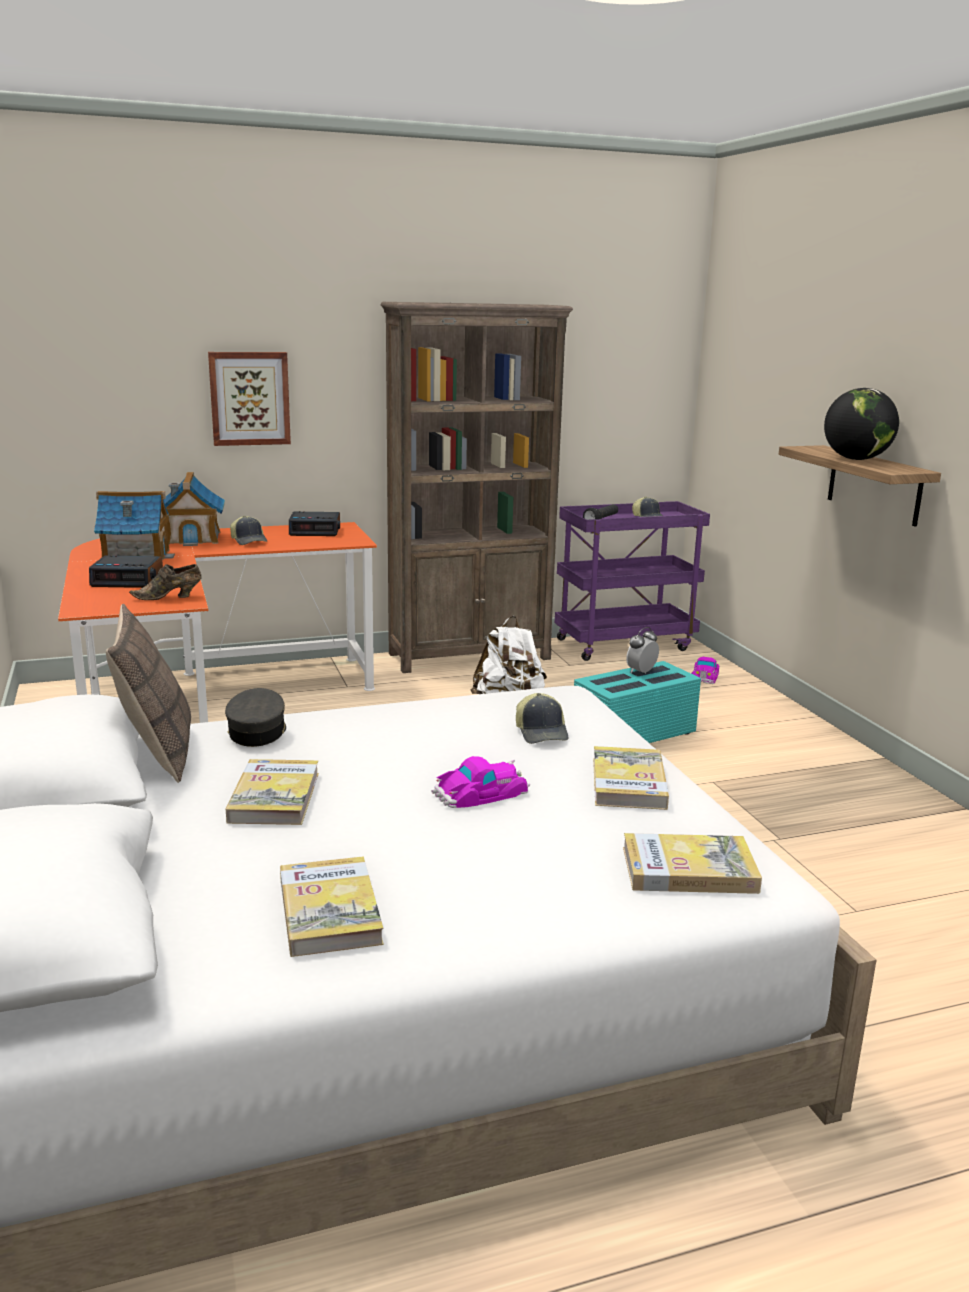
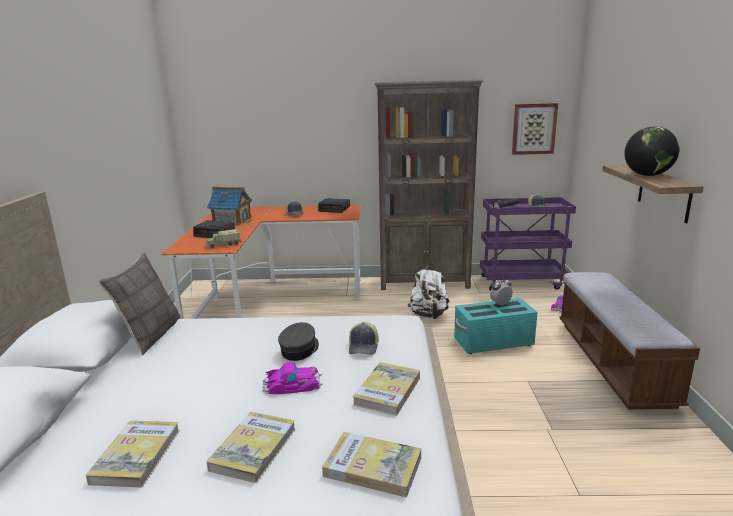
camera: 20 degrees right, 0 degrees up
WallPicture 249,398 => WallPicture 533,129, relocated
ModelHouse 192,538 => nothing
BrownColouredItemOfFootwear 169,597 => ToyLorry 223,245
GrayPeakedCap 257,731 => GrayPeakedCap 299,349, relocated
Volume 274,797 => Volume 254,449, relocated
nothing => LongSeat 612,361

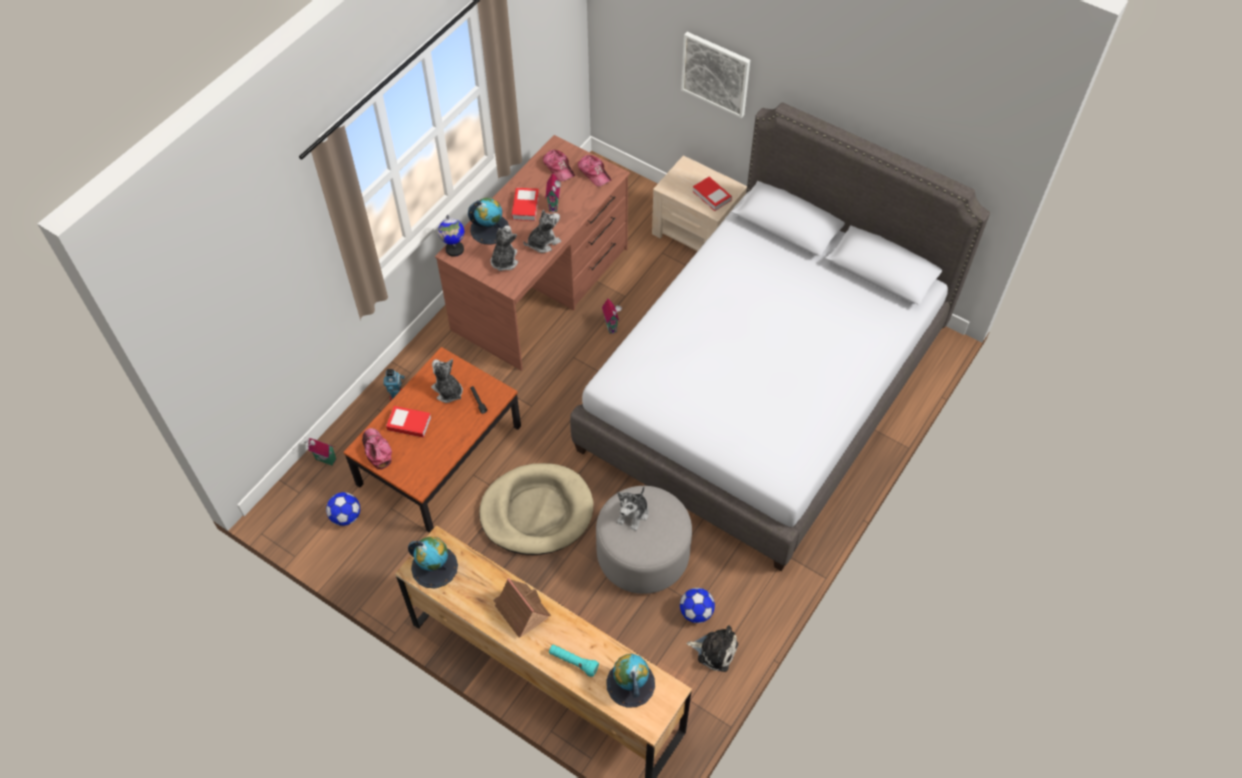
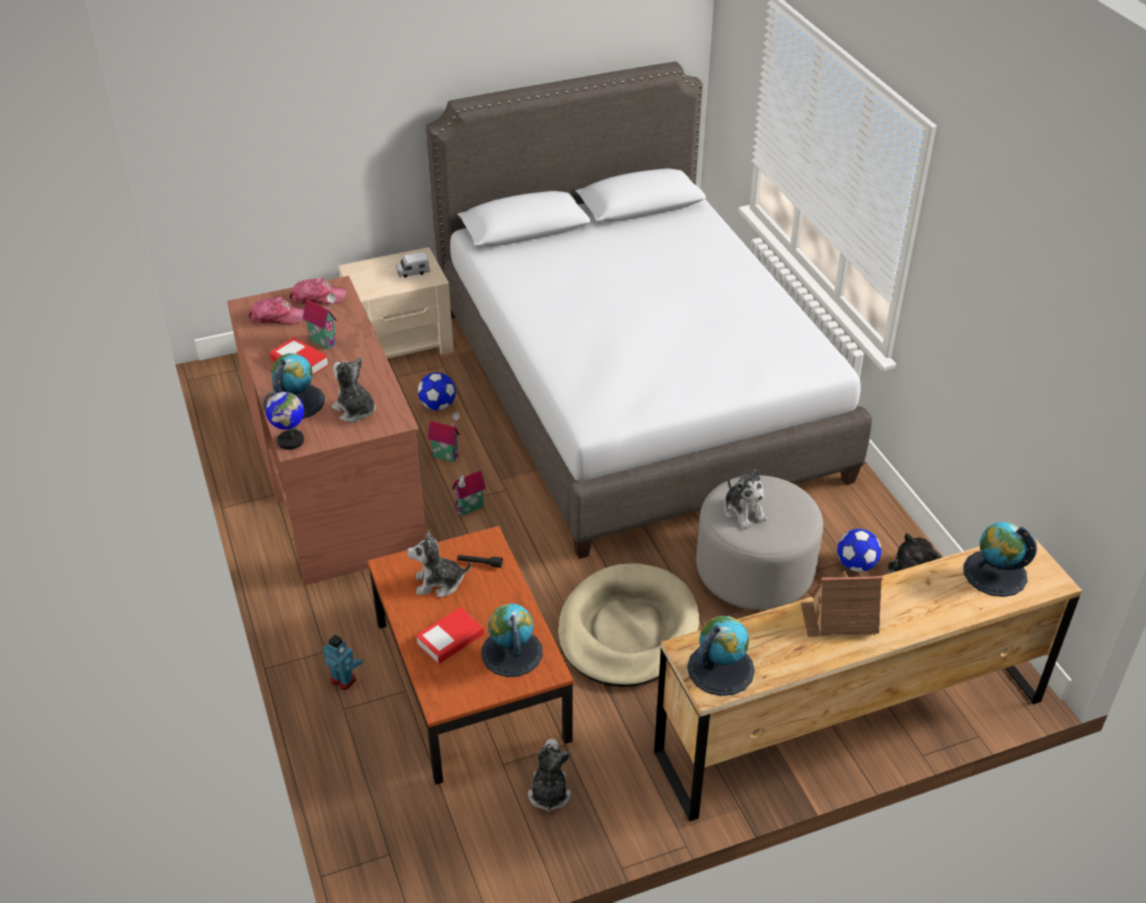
camera: 55 degrees left, 15 degrees down
WallPicture 716,73 => nothing
Volume 711,196 => ToyLorry 413,272
CuddlyToy 543,242 => CuddlyToy 549,793, relocated
PeakedCap 377,450 => nothing
ModelHouse 325,460 => ModelHouse 470,509, relocated
Football 346,516 => Football 438,405, relocated
BlueGreenFlashlight 573,662 => nothing
nothing => Globe 511,652

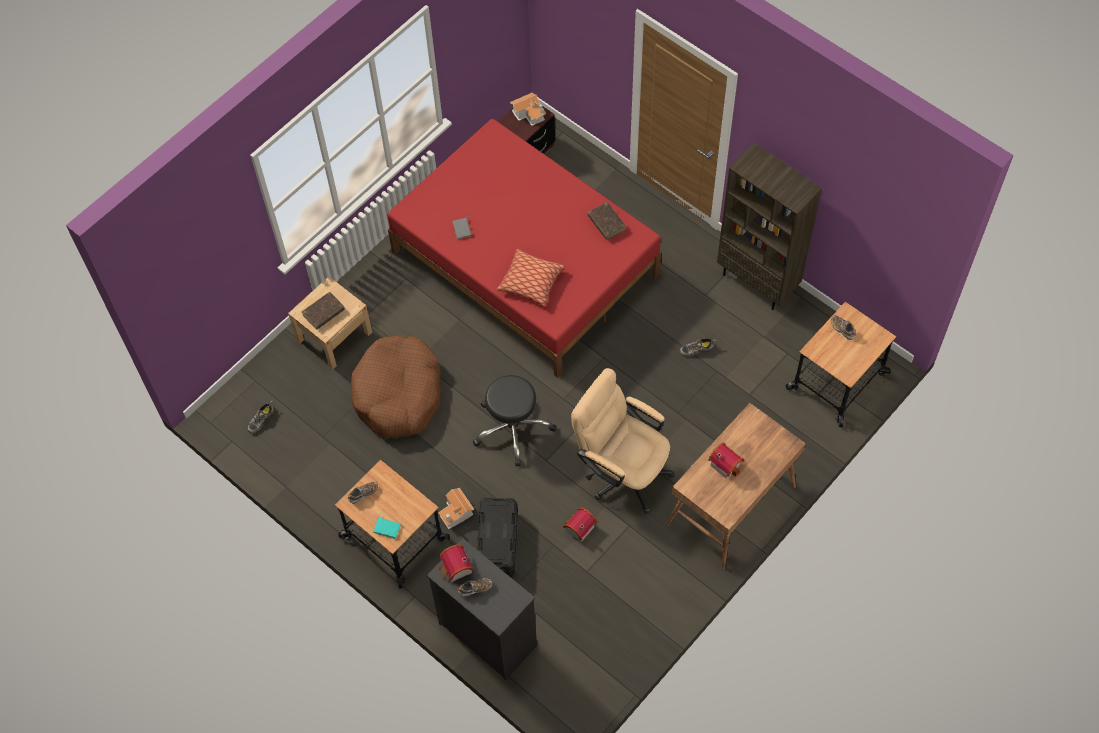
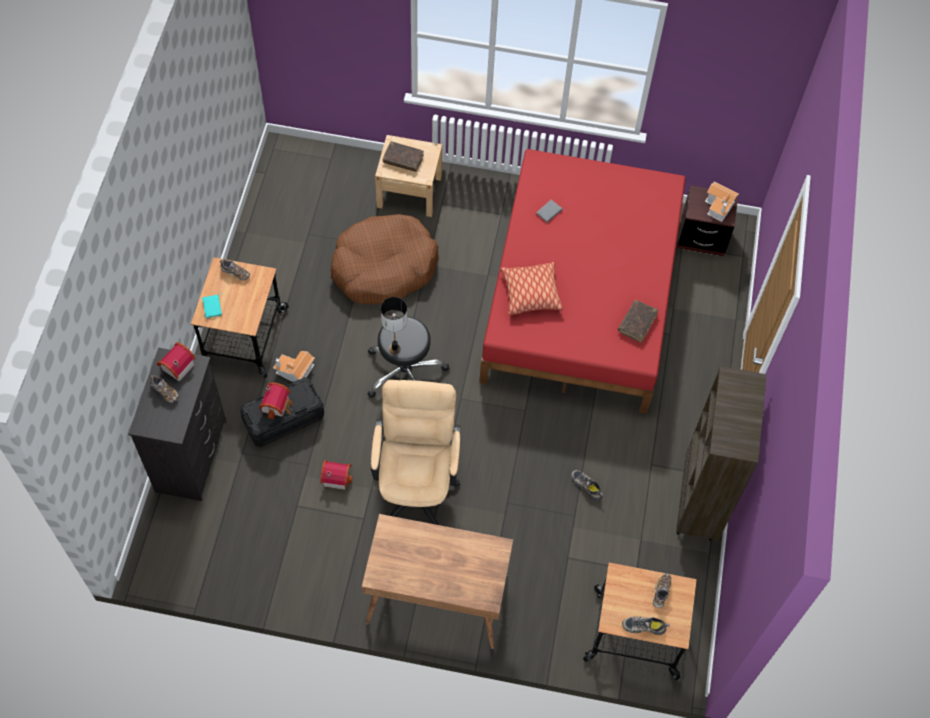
camera: 55 degrees right, 0 degrees up
ItemOfFootwear 261,419 => ItemOfFootwear 644,626, relocated
ModelHouse 726,463 => ModelHouse 277,405, relocated
nothing => TableLamp 395,349

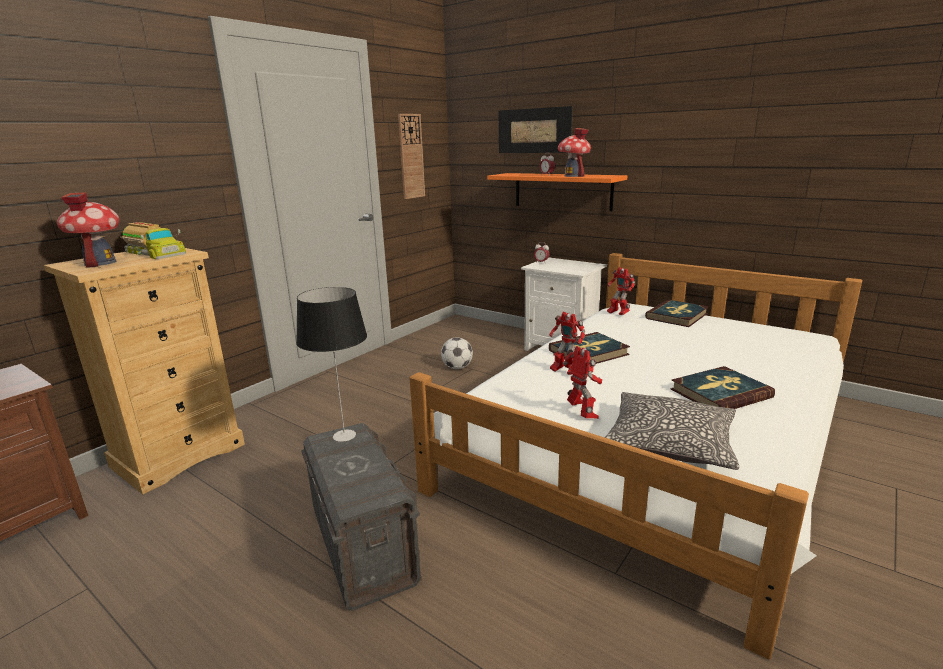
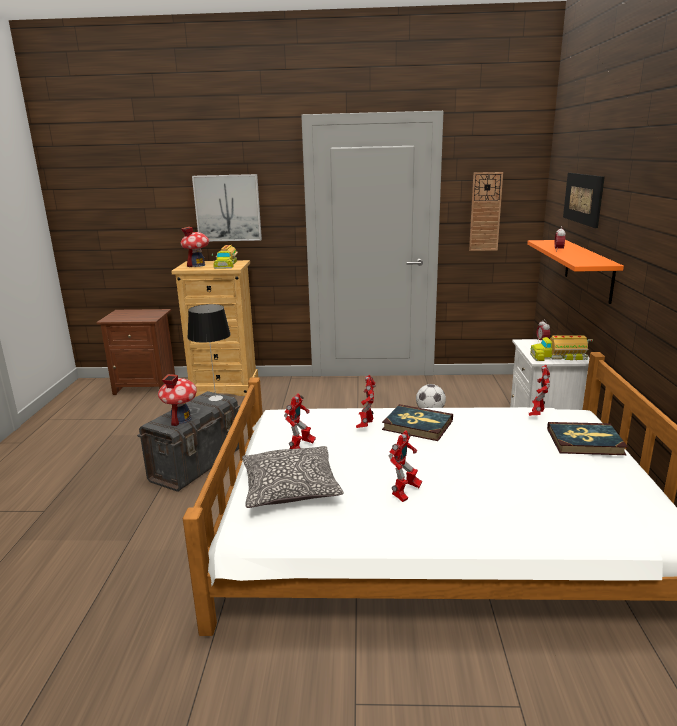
camera: 55 degrees right, 0 degrees up
ModelHouse 573,176 => ModelHouse 181,419, relocated
Volume 720,393 => ModelRobot 405,494
nothing => WallPicture 228,208
nothing => ToyLorry 558,356

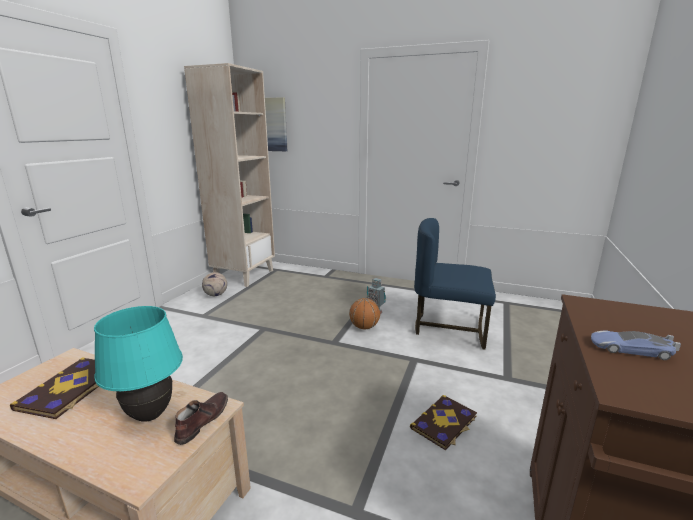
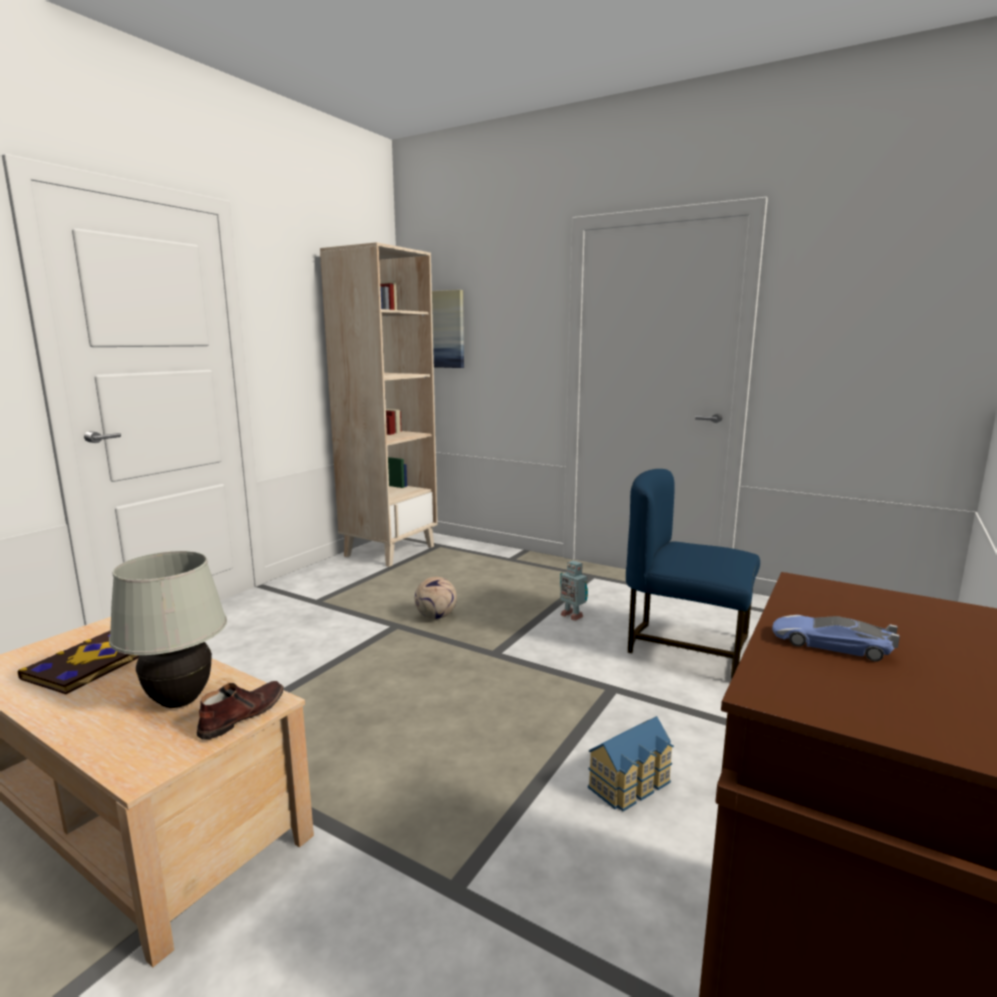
camera: 10 degrees right, 5 degrees down
Football 215,295 => Football 435,616, relocated
BasketballBall 364,327 => nothing
BlueGreenTableLamp 150,414 => WhitishTableLamp 180,701
Volume 444,423 => ModelHouse 632,784

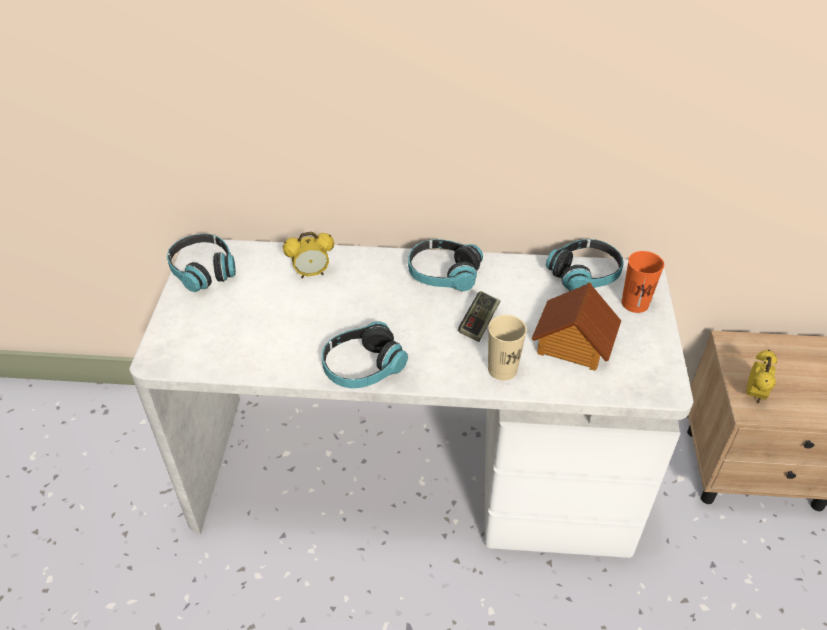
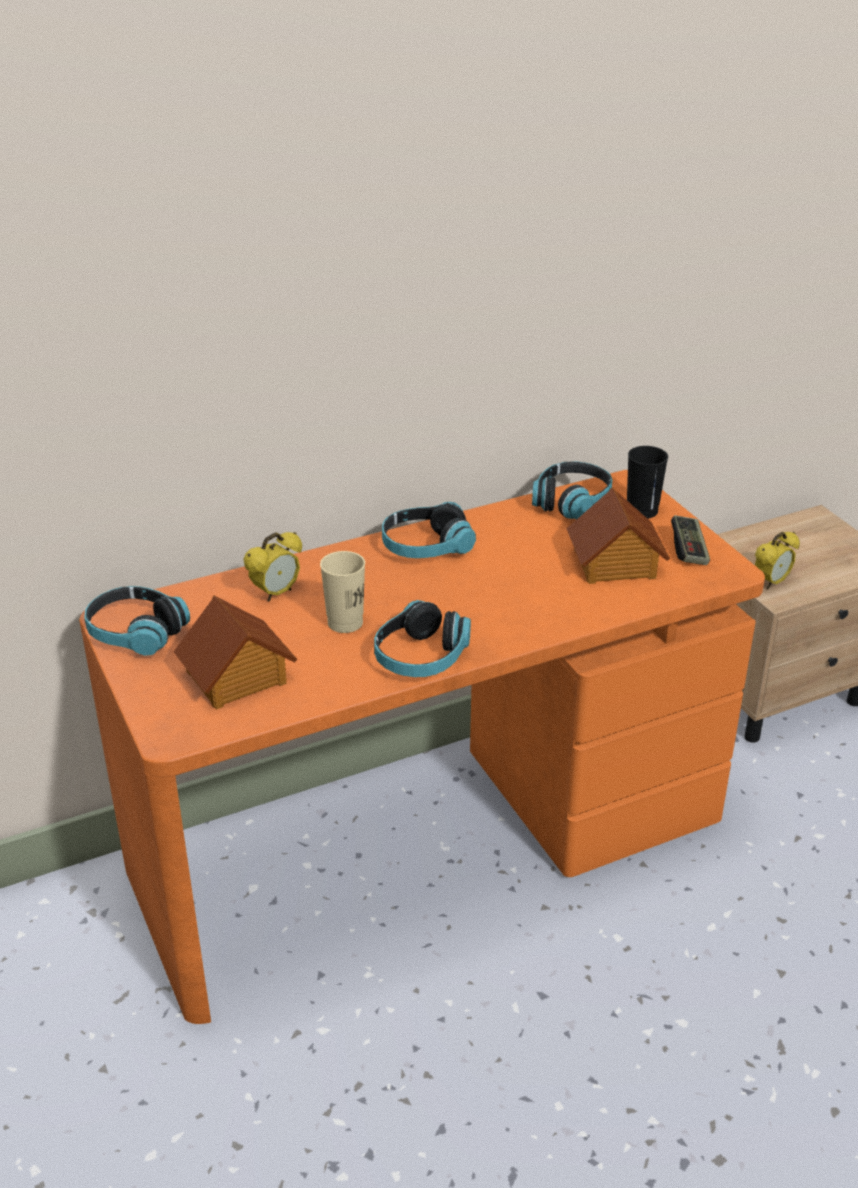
camera: 30 degrees left, 10 degrees down
WhitishDesk 413,473 => OrangeColouredDesk 428,842
OrangeColouredSmallCup 635,303 => BlackColouredSmallCup 642,511
Joypad 479,323 => Joypad 689,549, relocated
BeigeSmallCup 502,369 => BeigeSmallCup 345,623, relocated
AlarmClock 754,394 => AlarmClock 771,583, 60 degrees clockwise
nothing => ModelHouse 237,677

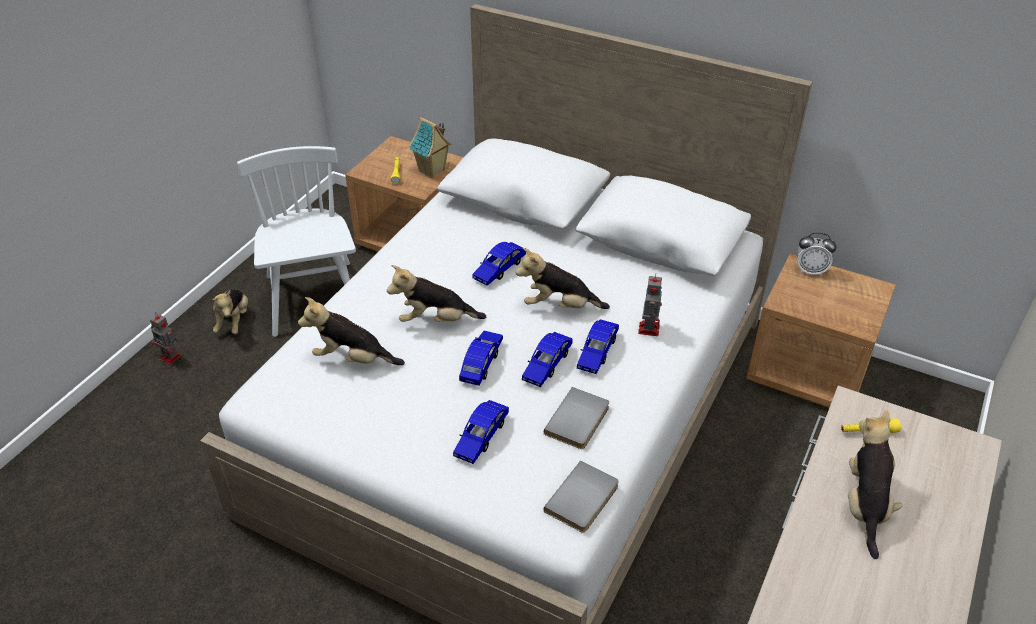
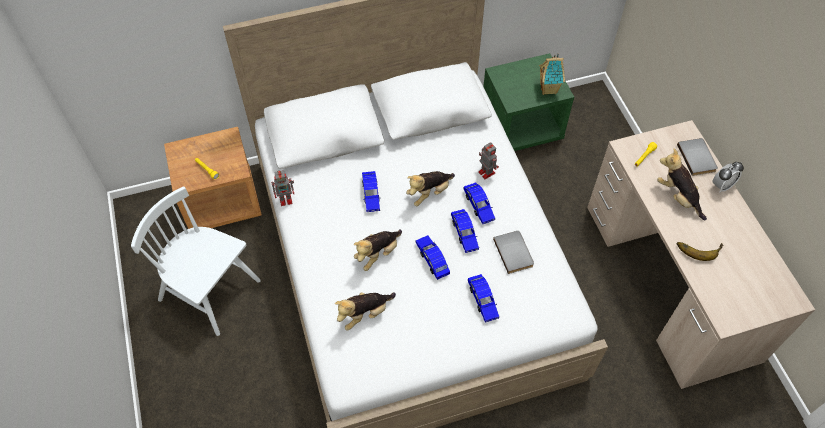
camera: 45 degrees left, 15 degrees up
ModelHouse 432,171 => ModelHouse 549,89, relocated
AlarmClock 810,271 => AlarmClock 722,186, relocated
BrownColouredNightstand 808,372 => GreenNightstand 521,127
CuddlyToy 234,321 => nothing
ModelRobot 171,357 => ModelRobot 286,199, relocated
GrayVolume 584,499 => GrayVolume 698,157, relocated
nothing => BananaFruit 698,248

